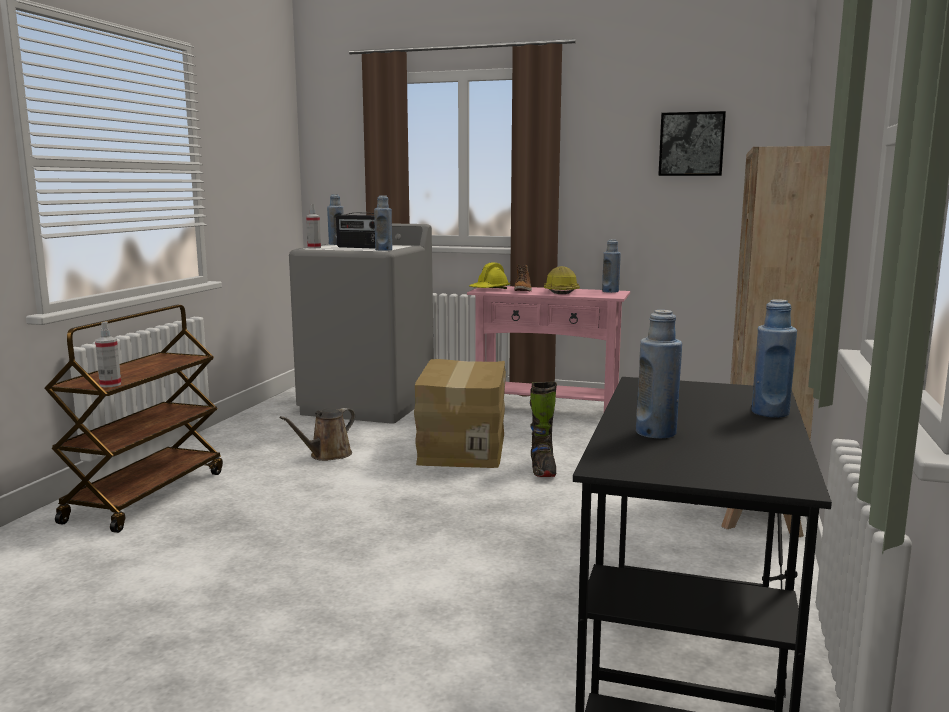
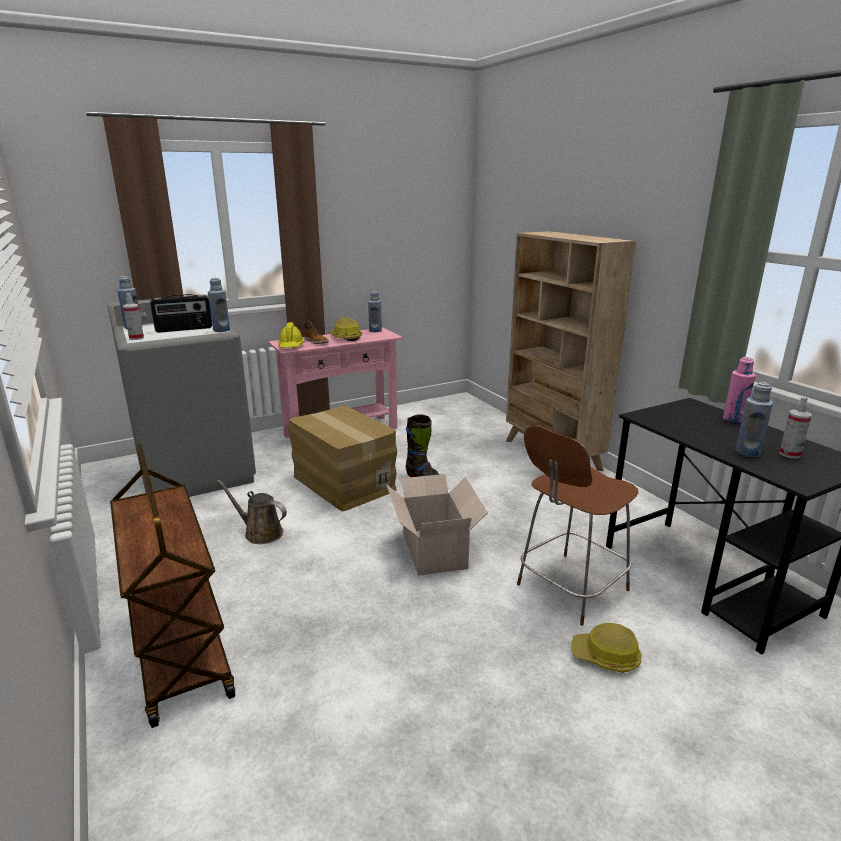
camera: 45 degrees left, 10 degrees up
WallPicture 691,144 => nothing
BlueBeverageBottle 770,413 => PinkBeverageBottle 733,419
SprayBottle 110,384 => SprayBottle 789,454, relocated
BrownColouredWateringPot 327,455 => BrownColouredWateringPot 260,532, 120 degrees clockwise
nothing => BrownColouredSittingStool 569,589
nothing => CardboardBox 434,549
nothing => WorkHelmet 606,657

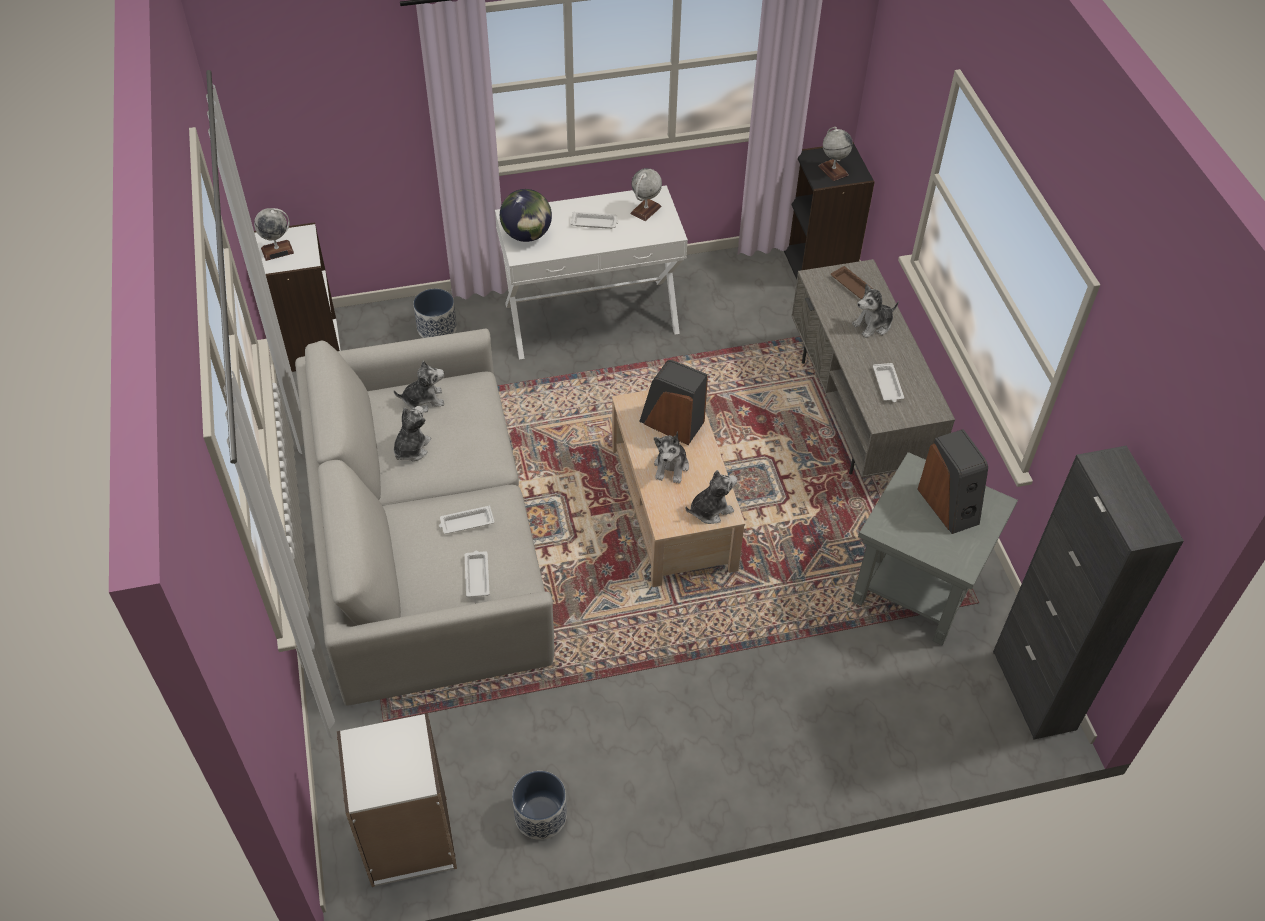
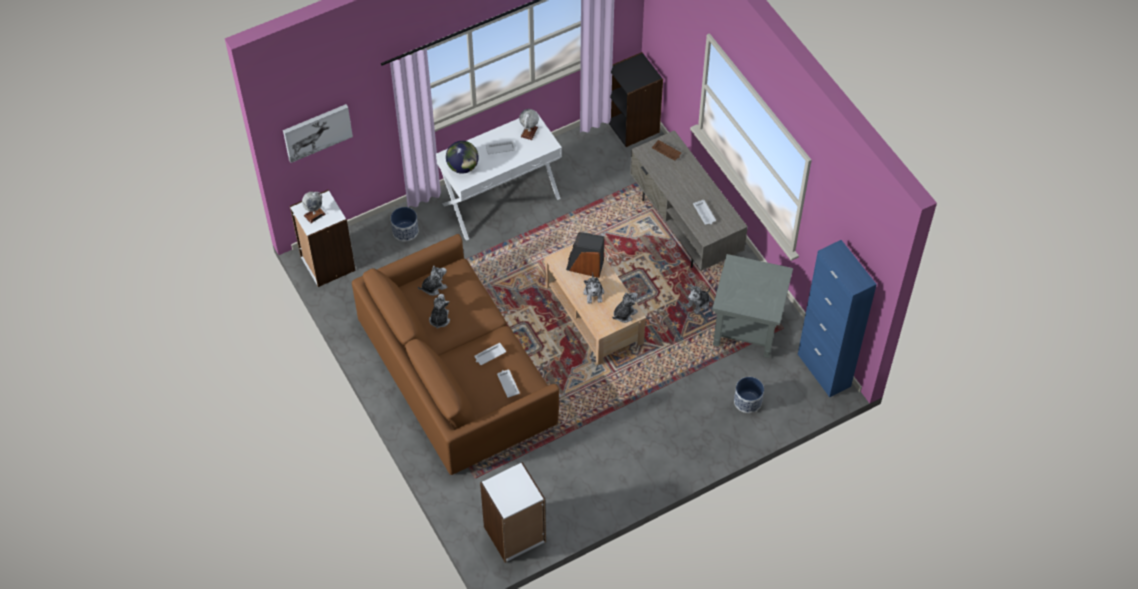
camera: 15 degrees left, 5 degrees up
Globe 833,170 => nothing
CuddlyToy 873,325 => CuddlyToy 698,303, relocated
GraySofa 426,540 => BrownColouredSofa 456,370
Speaker 949,505 => nothing
BlackColouredCupboard 1033,690 => BlueCupboard 824,370
PlantPot 541,815 => PlantPot 748,401, relocated
nothing => WallPicture 317,132

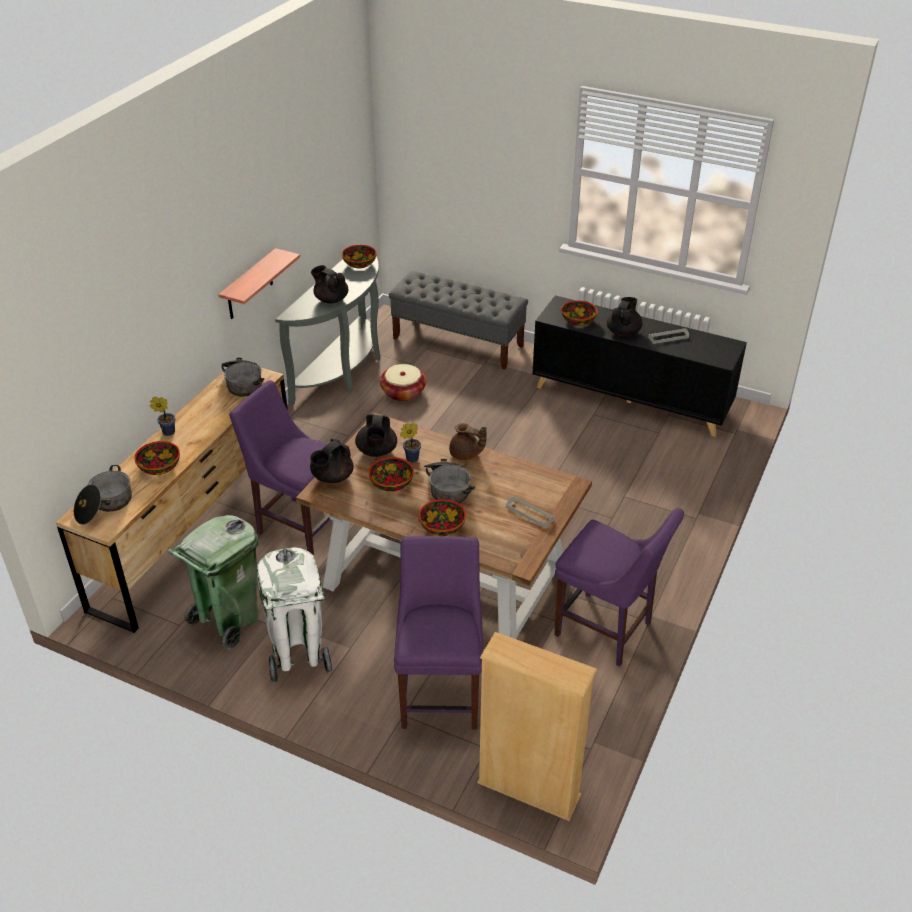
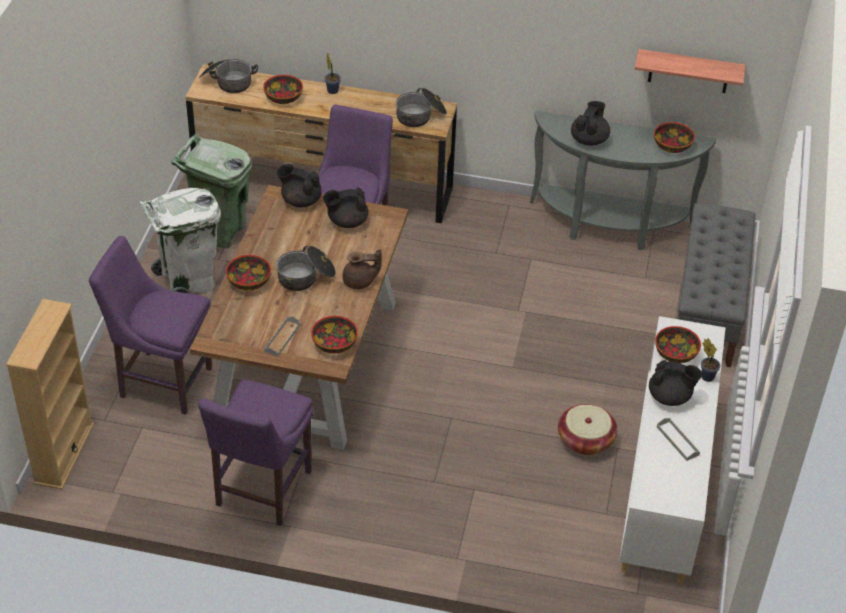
camera: 75 degrees right, 5 degrees up
Shelf 249,285 => Shelf 689,71, relocated
BlackColouredCupboard 631,399 => WhitishCupboard 665,482
Basket 403,392 => Basket 585,440, relocated
PottedPlant 410,458 => PottedPlant 706,376, relocated
BrownColouredPotForTea 466,455 => BrownColouredPotForTea 360,282, 105 degrees counterclockwise
Bowl 392,483 => Bowl 335,344, relocated
PurpleChair 441,692 => PurpleChair 162,380, 150 degrees counterclockwise

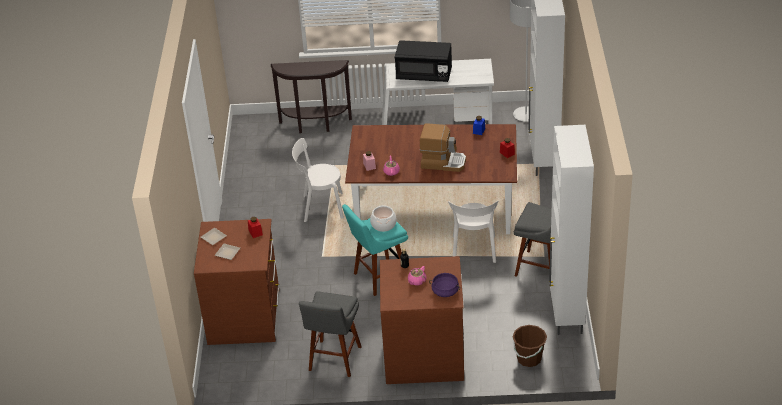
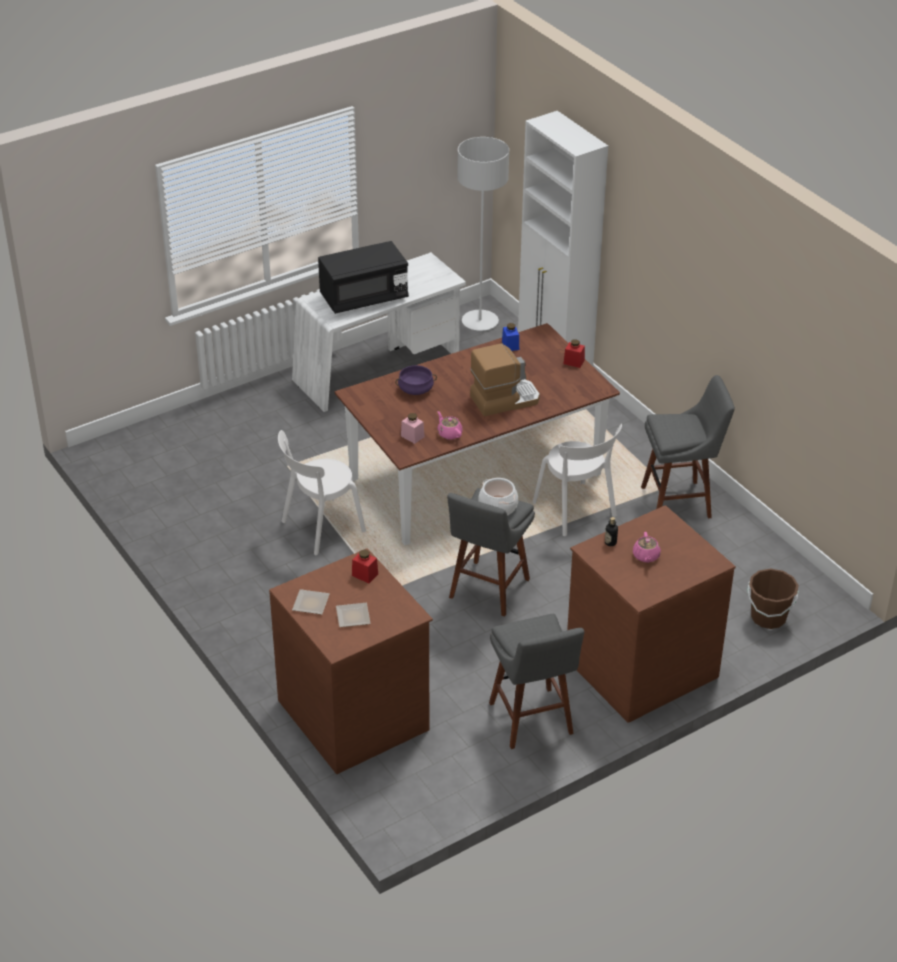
camera: 35 degrees left, 0 degrees up
BrownColouredHallTable 315,125 => nothing
WhitishCupboard 566,314 => nothing
BlueGreenSittingStool 378,278 => GraySittingStool 487,591
PurpleCookingPot 445,291 => PurpleCookingPot 415,389, relocated

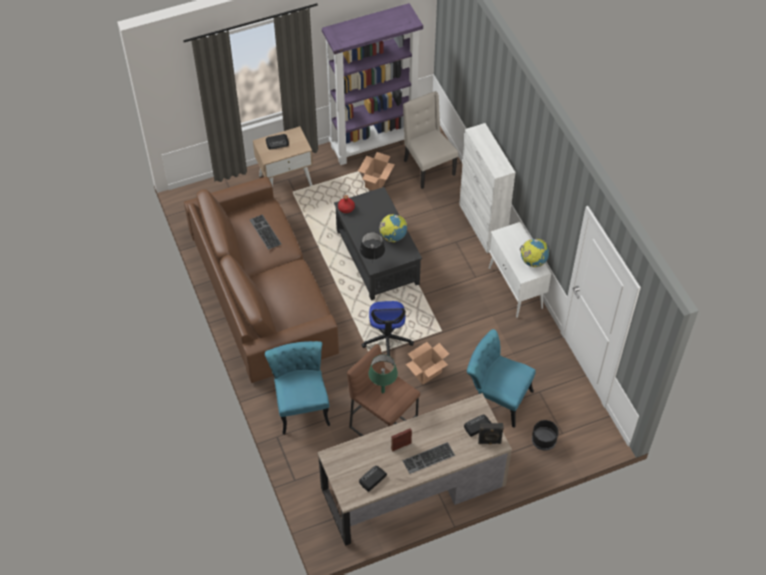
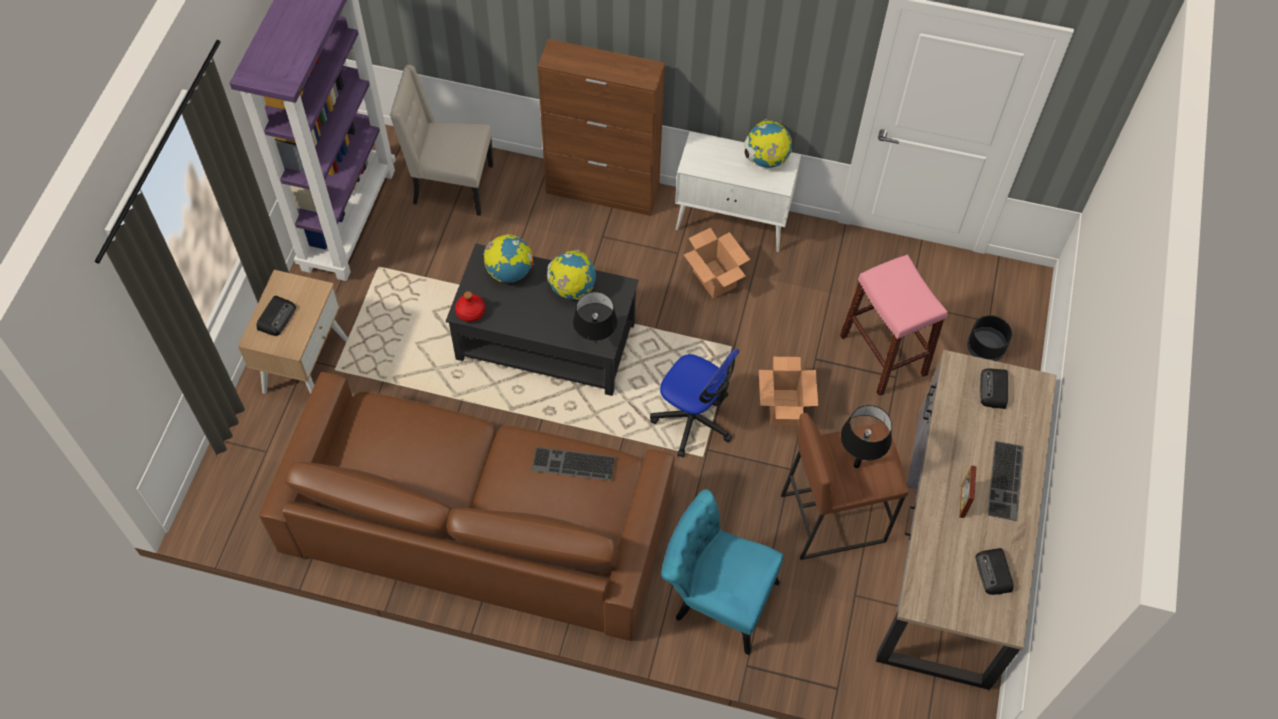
camera: 55 degrees left, 5 degrees up
WhitishCupboard 482,226 => BrownColouredCupboard 603,191
CardboardBox 376,182 => CardboardBox 715,279, relocated
PcKeyboard 264,232 => PcKeyboard 572,465, relocated
BlueGreenChair 496,397 => PinkSittingStool 883,355
GreenTableLamp 383,392 => BlackColouredTableLamp 856,465
BlackColouredSpeaker 489,442 => nothing
nothing => Globe 510,272

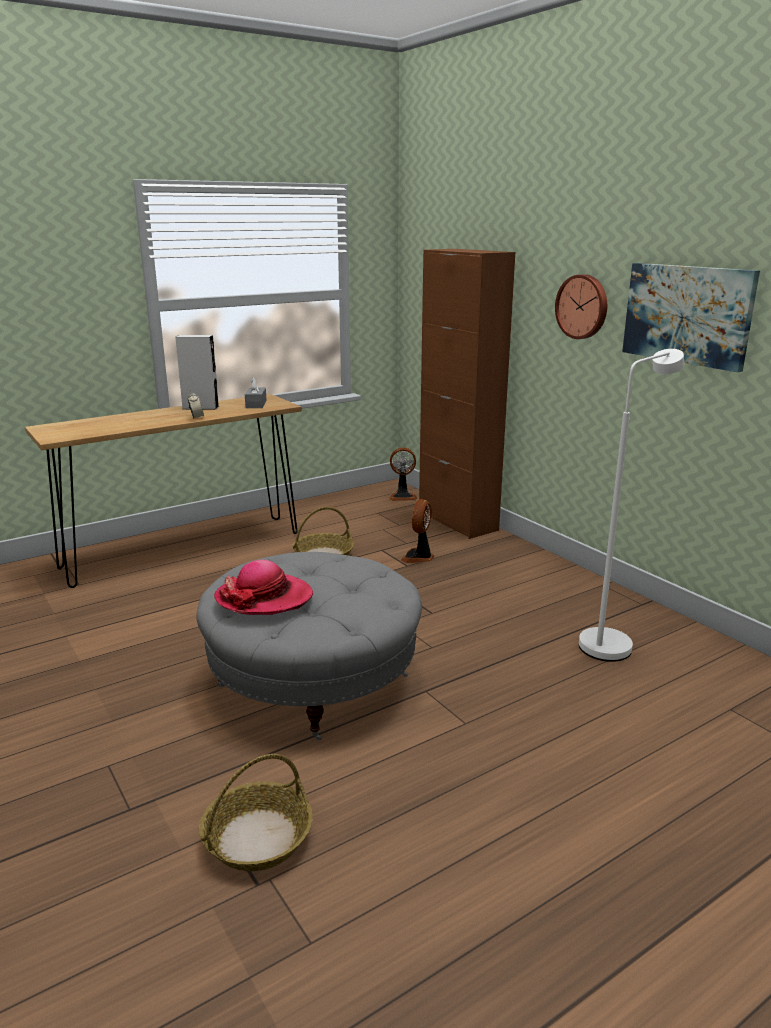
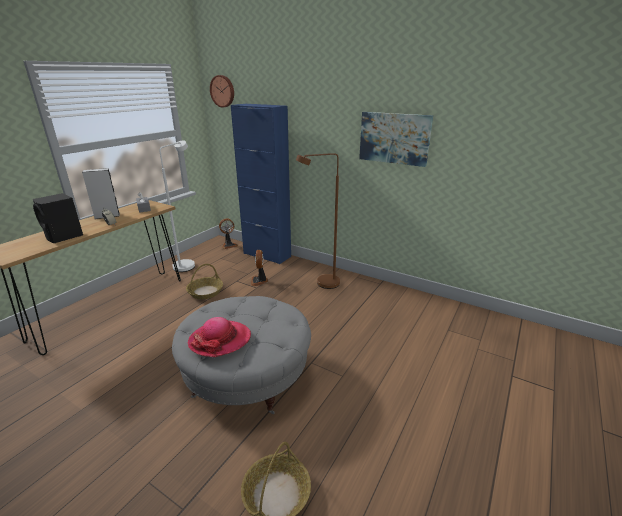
camera: 25 degrees left, 5 degrees up
BrownColouredCupboard 457,521 => BlueCupboard 267,255
HangingClock 583,306 => HangingClock 223,91, relocated
WhitishFloorLamp 612,642 => WhitishFloorLamp 187,264, relocated
nothing => BrownColouredFloorLamp 322,284
nothing => BlackColouredSpeaker 64,237

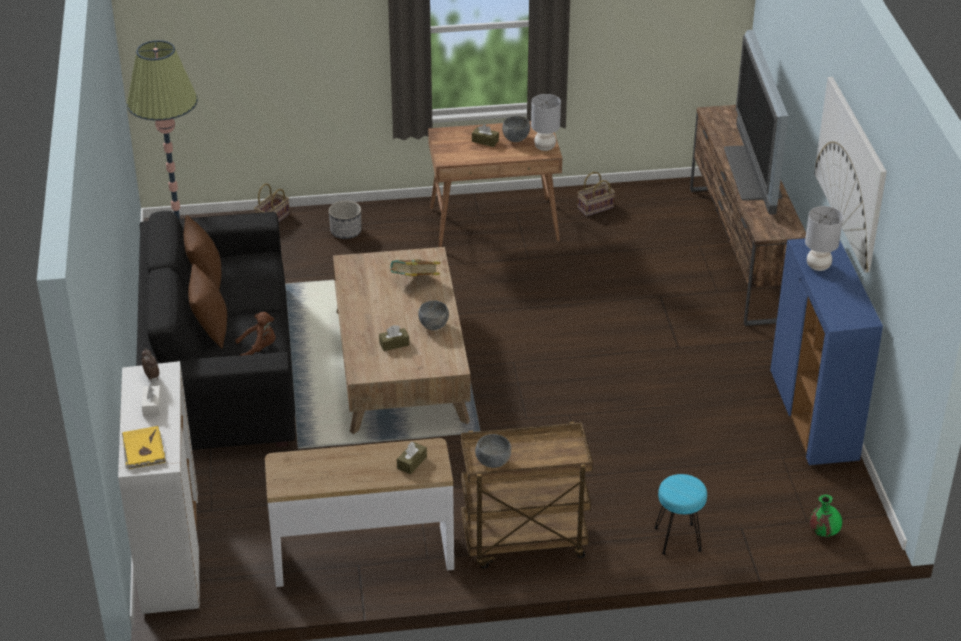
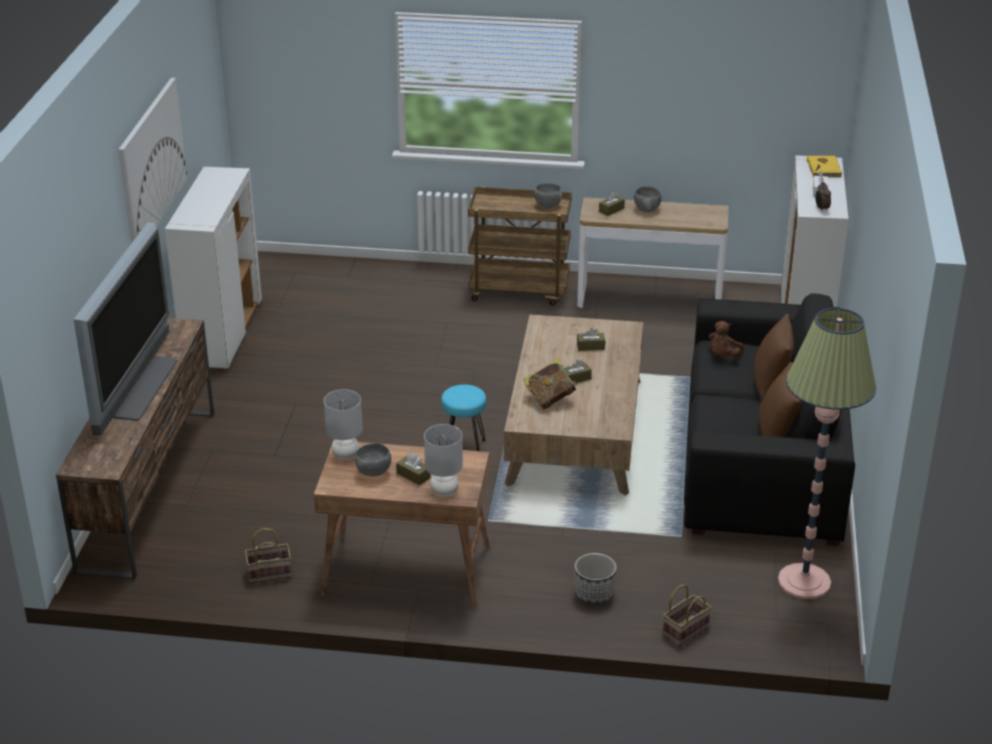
camera: 165 degrees left, 5 degrees down
GrayTableLamp 818,266 => GrayTableLamp 444,492, relocated
BlueCupboard 814,417 => WhitishCupboard 222,333
GrayBowl 434,325 => GrayBowl 646,209, relocated
BrownColouredCuddlyToy 259,348 => BrownColouredCuddlyToy 723,356, 60 degrees counterclockwise
BlueGreenSittingStool 678,539 => BlueGreenSittingStool 464,448, relocated
GreenFlowerVase 823,532 => nothing
nothing => BrownColouredTissueBox 575,378

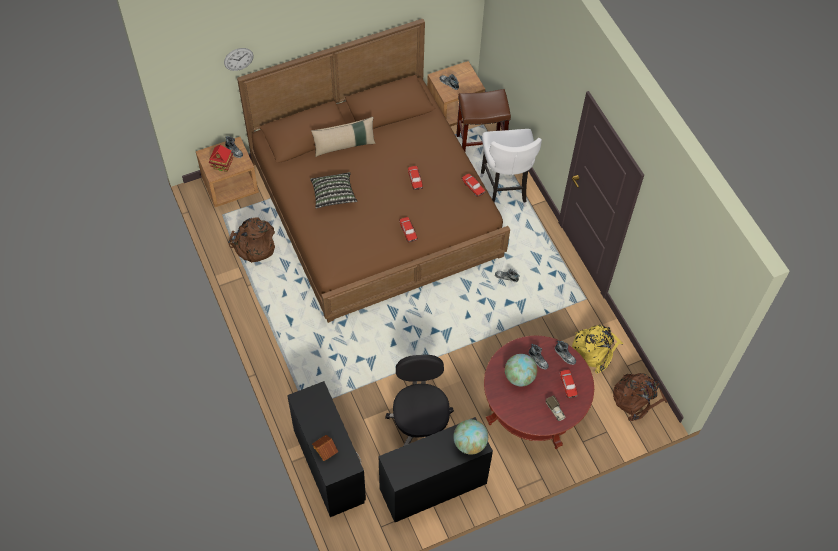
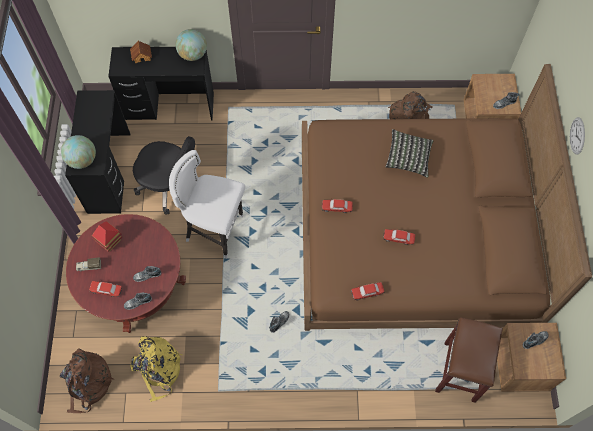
camera: 115 degrees right, 5 degrees up
HangingClock 238,59 => HangingClock 577,135, relocated
BeigePillow 344,146 => nothing
WhitishSittingStool 504,190 => WhitishSittingStool 215,231, relocated
ModelHouse 222,165 => ModelHouse 110,241, relocated
Globe 519,377 => Globe 193,55, relocated

